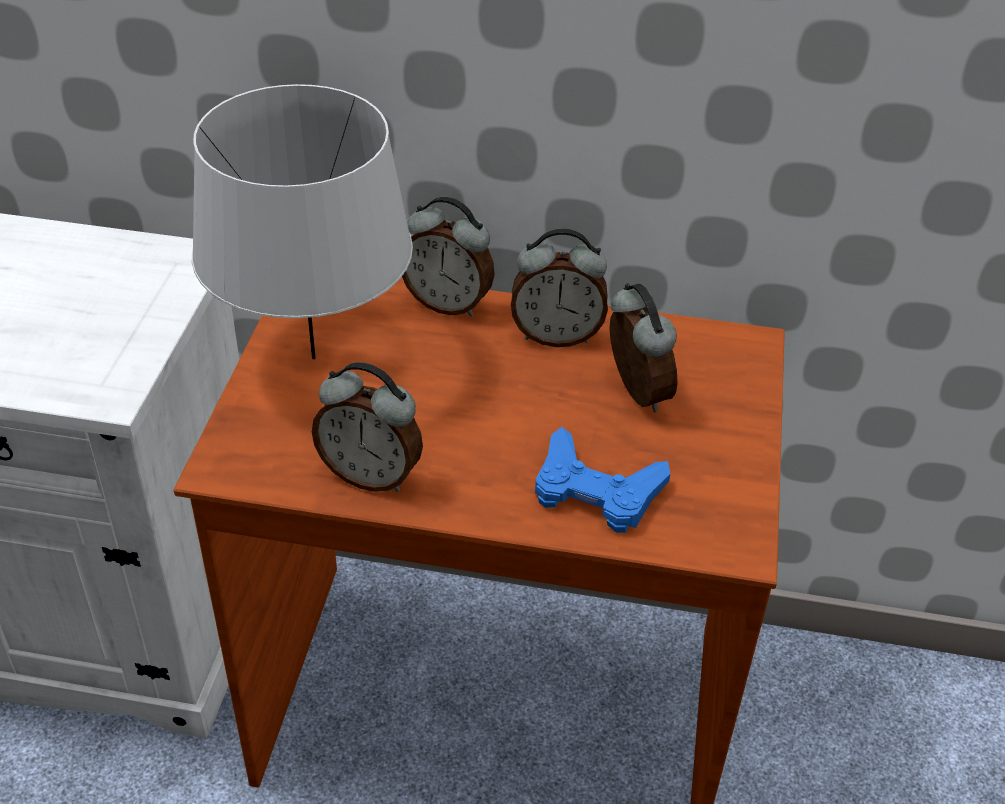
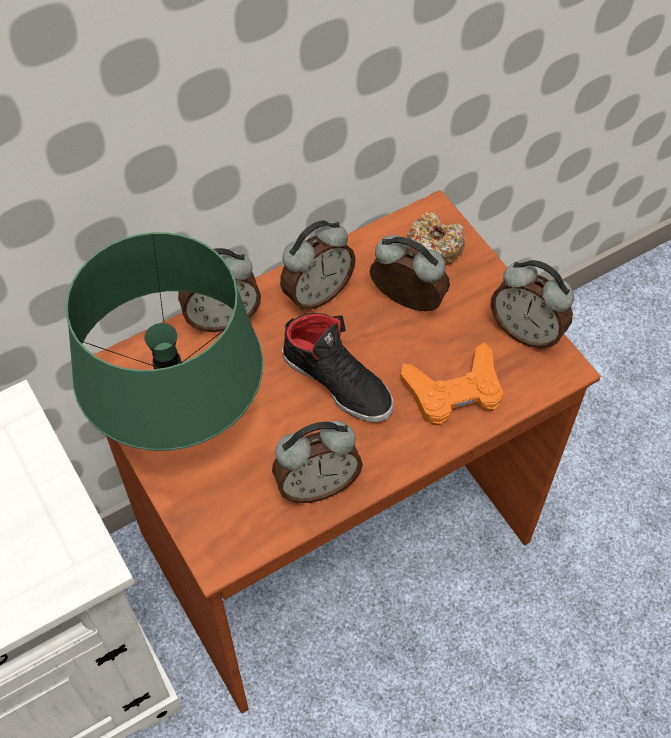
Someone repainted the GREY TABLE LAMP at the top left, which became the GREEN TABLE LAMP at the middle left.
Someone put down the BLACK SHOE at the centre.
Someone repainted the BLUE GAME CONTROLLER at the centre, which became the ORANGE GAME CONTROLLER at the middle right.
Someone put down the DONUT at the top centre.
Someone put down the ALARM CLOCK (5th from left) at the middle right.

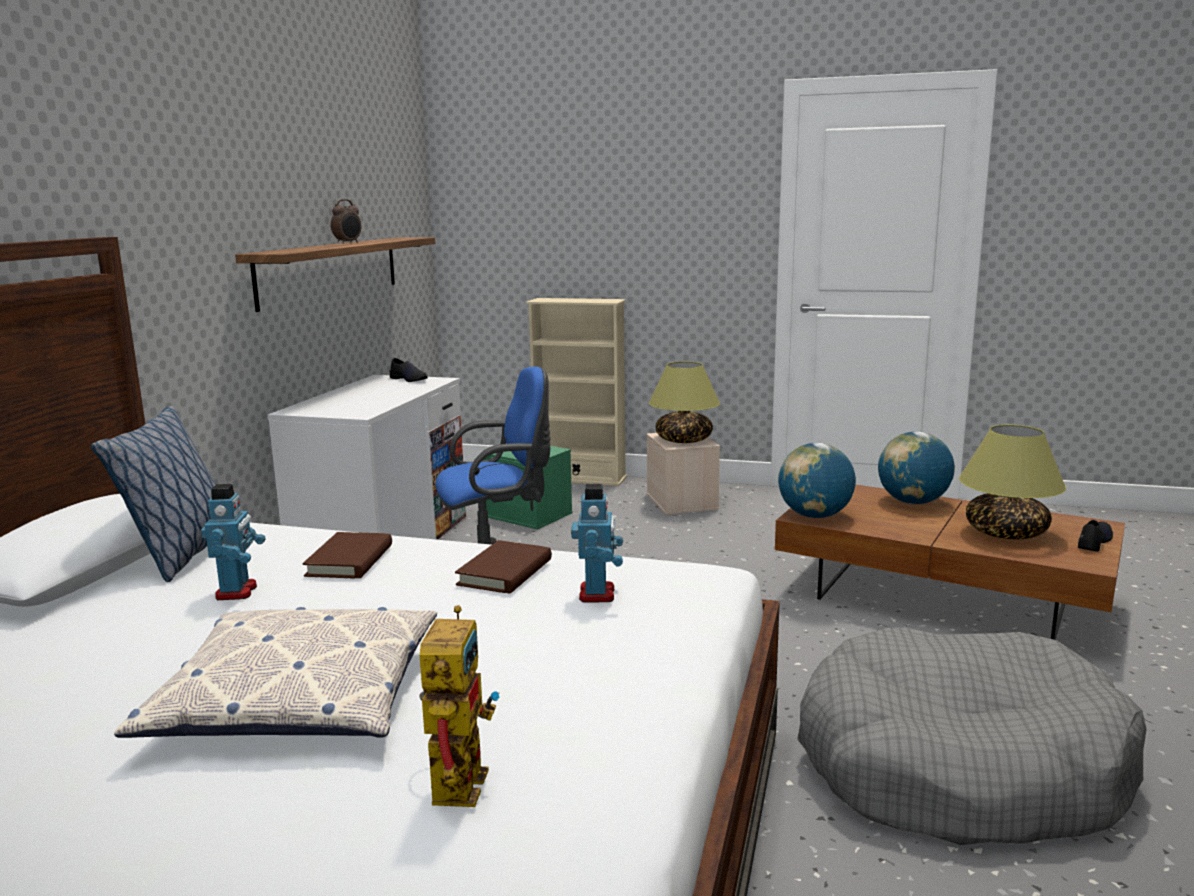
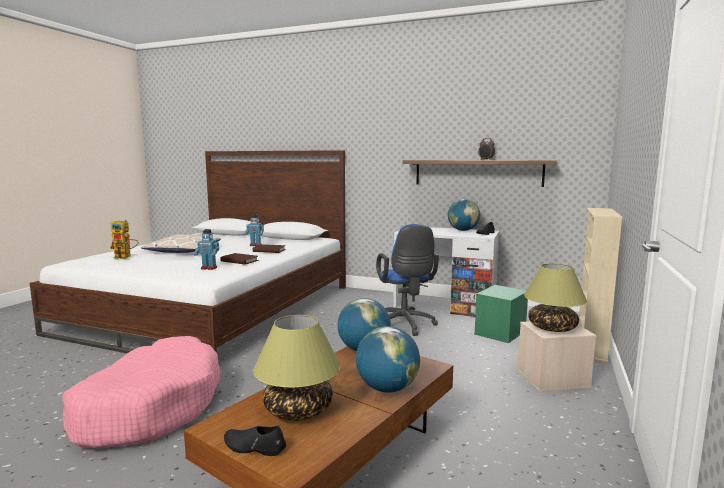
Someone repainted the GREY DOG BED at the bottom right, which became the PINK DOG BED at the bottom left.
Someone rotated the BLACK SHOE (2nd from left in the first image) at the middle right by 150 degrees clockwise.
Someone put down the GLOBE (3rd from left) at the centre.
Someone took away the PILLOW (1st from left) at the middle left.

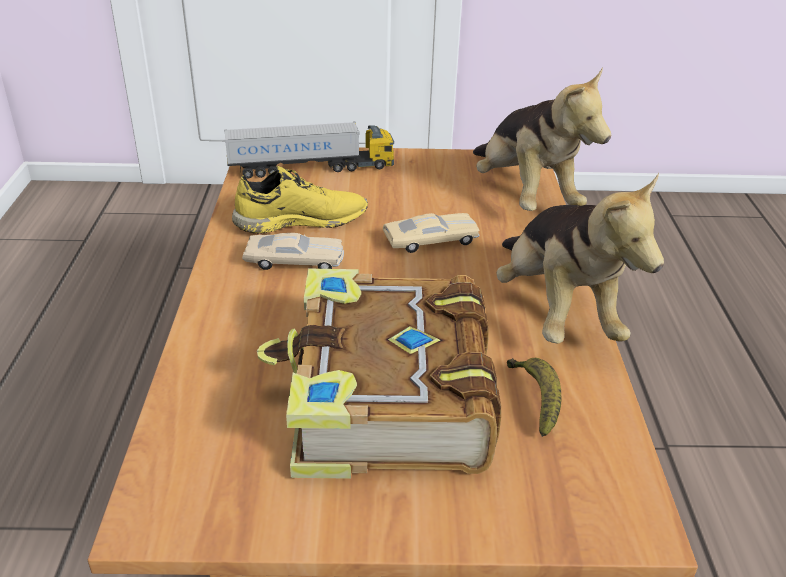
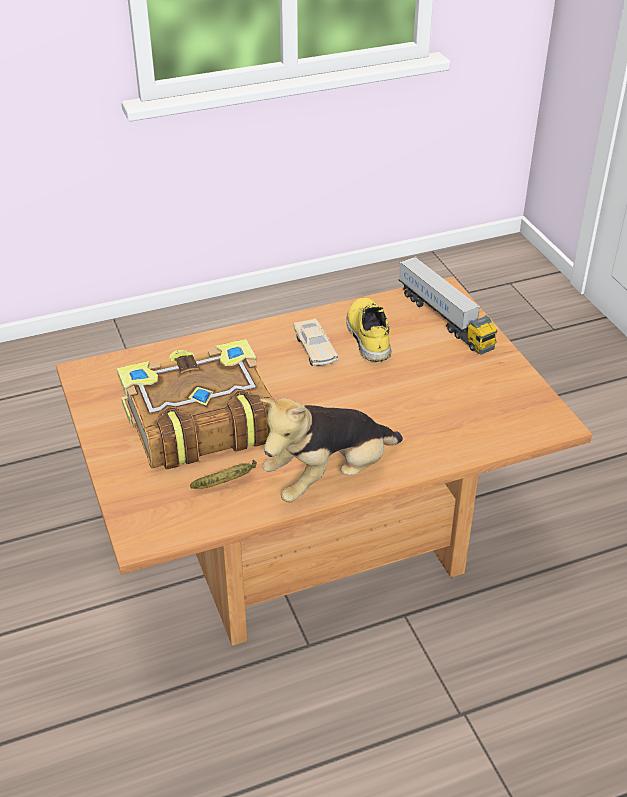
Someone rotated the YELLOW SHOE at the centre by 150 degrees counterclockwise.
Someone took away the BEIGE TOY CAR (2nd from left) at the centre.
Someone took away the PLUSH TOY (1st from left) at the top right.

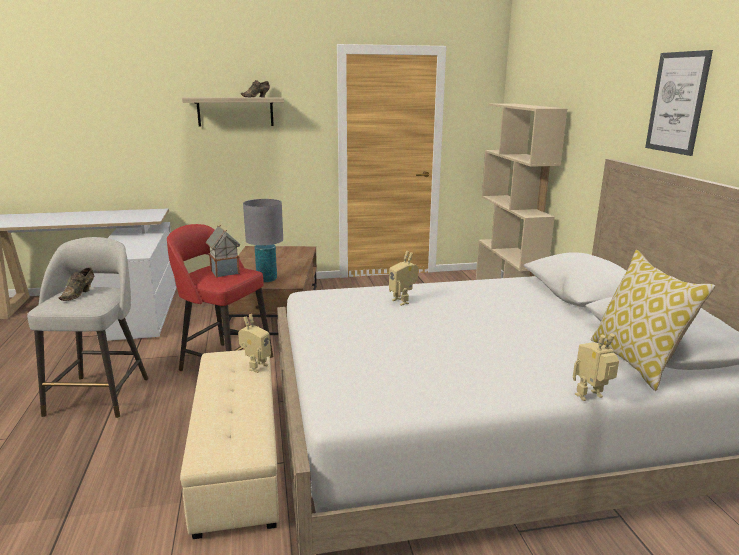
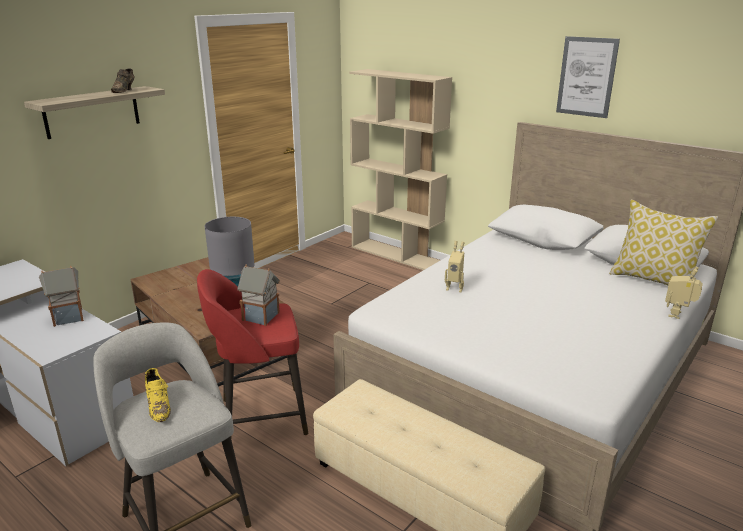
Someone put down the TOY HOUSE (1st from left) at the middle left.
Someone repainted the BROWN SHOE (1st from left) at the middle left, which became the YELLOW SHOE at the bottom left.
Someone took away the TOY ROBOT (1st from left) at the centre.

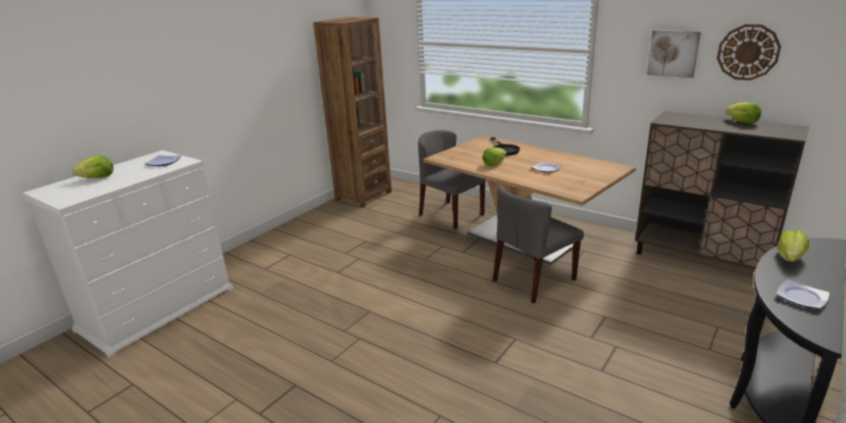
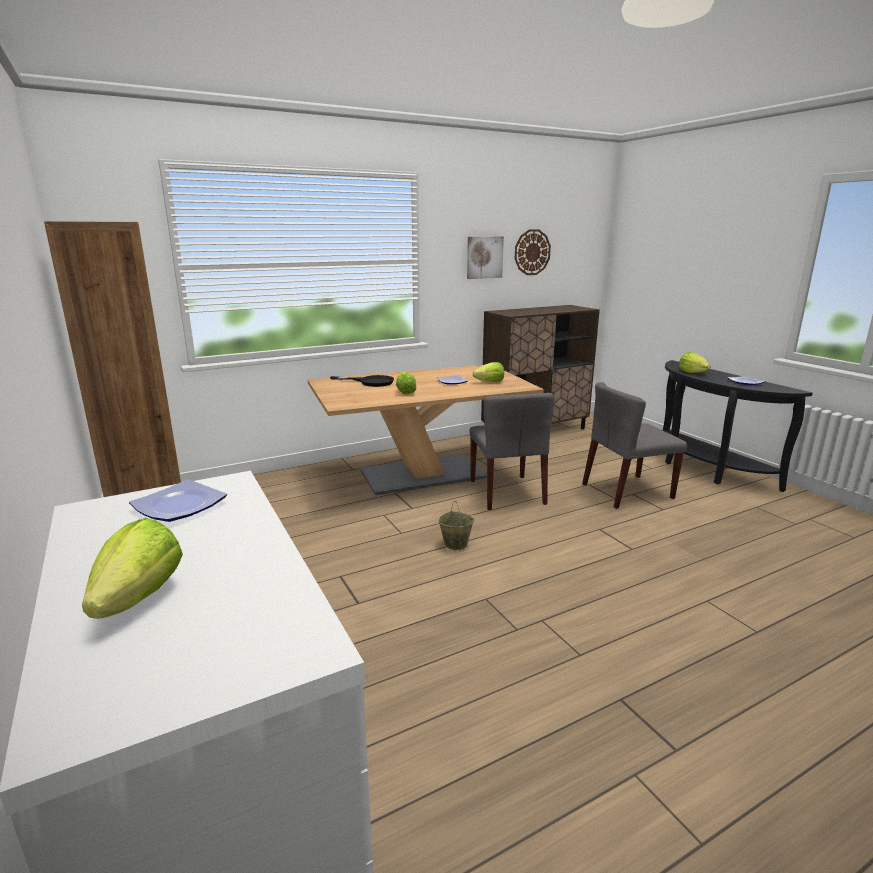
Someone put down the BEIGE BUCKET at the centre.
Someone carried the LETTUCE (3rd from left) from the top right to the centre.
Someone carried the GREY CHAIR (1st from left in the first image) from the centre to the middle right.

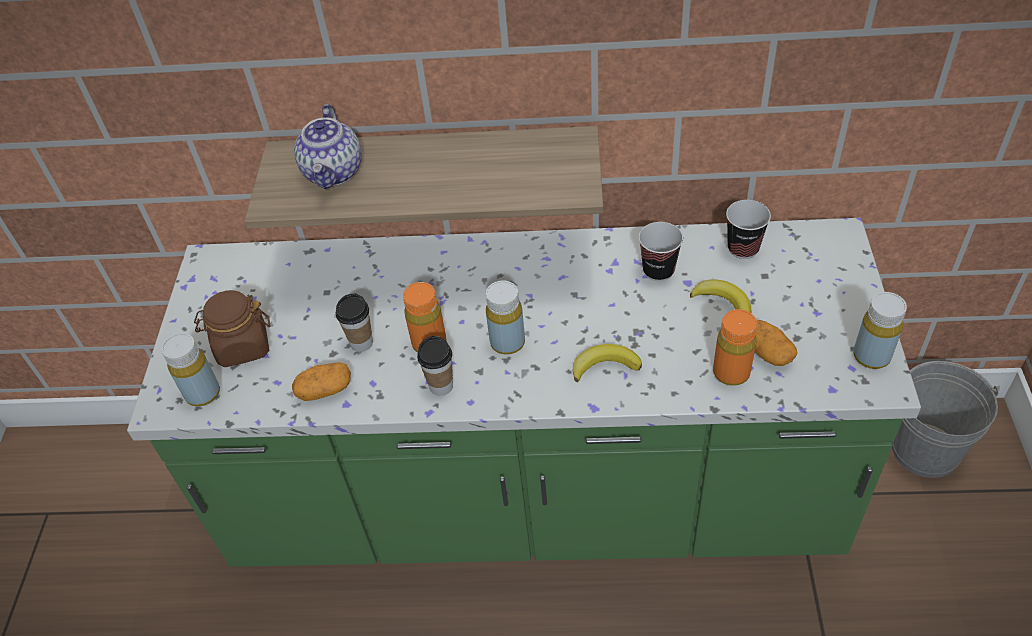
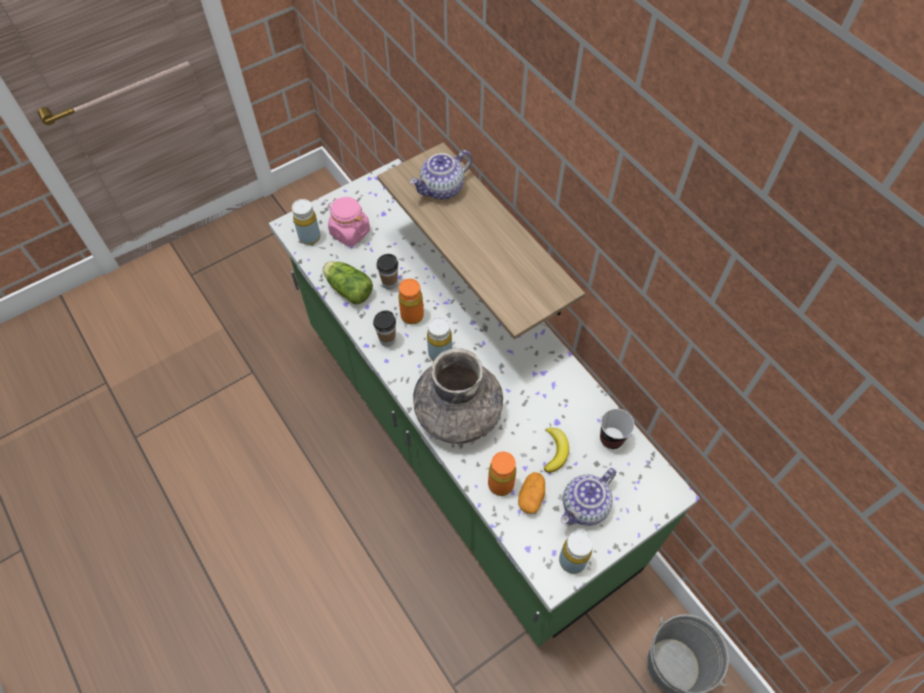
Someone swapped the POTATO (1st from left) at the middle left for the LETTUCE at the centre.
Someone repainted the BROWN JAR at the middle left, which became the PINK JAR at the top centre.
Someone swapped the BANANA (1st from left) at the centre for the GREY VASE at the centre.
Someone put down the TEAPOT (2nd from left) at the bottom centre.
Someone took away the CUP (3rd from left) at the centre.

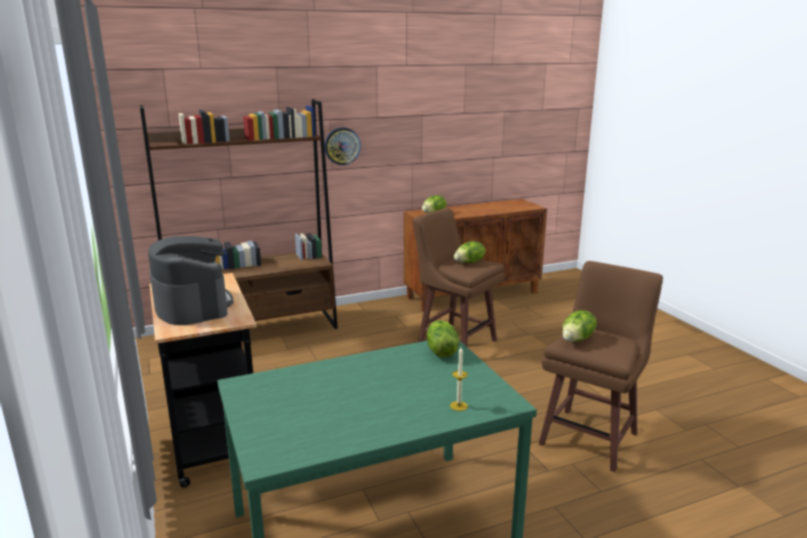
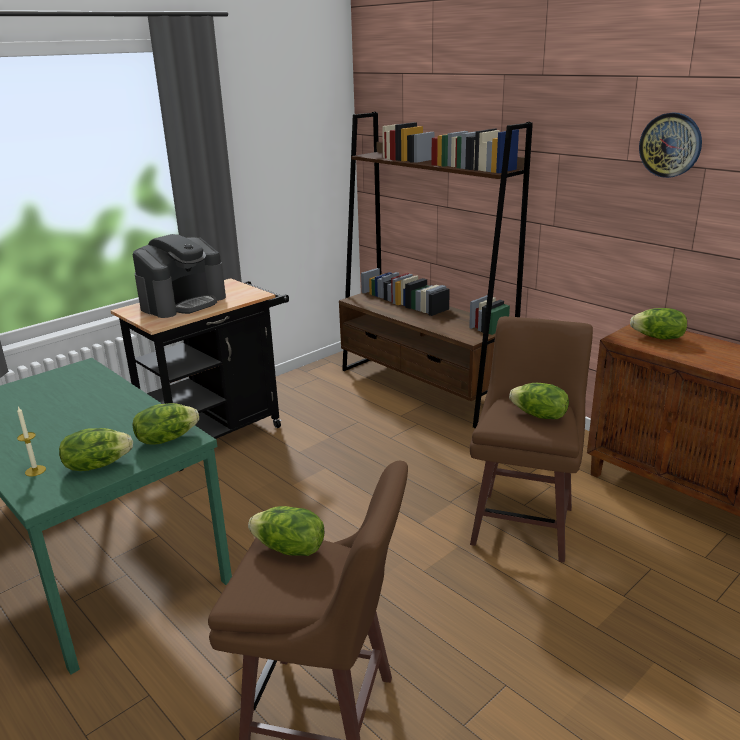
Someone put down the LETTUCE (1st from left) at the middle left.
Someone carried the WALL CLOCK from the top centre to the top right.

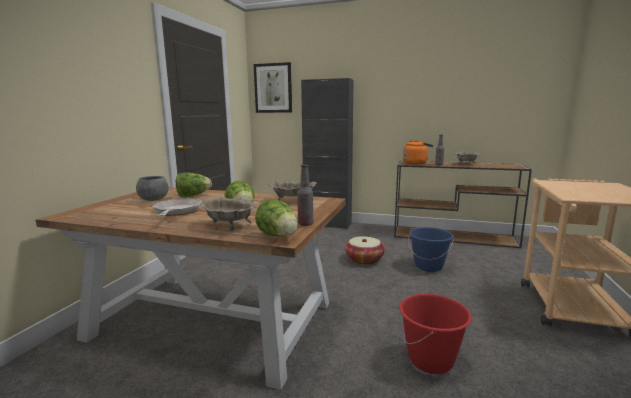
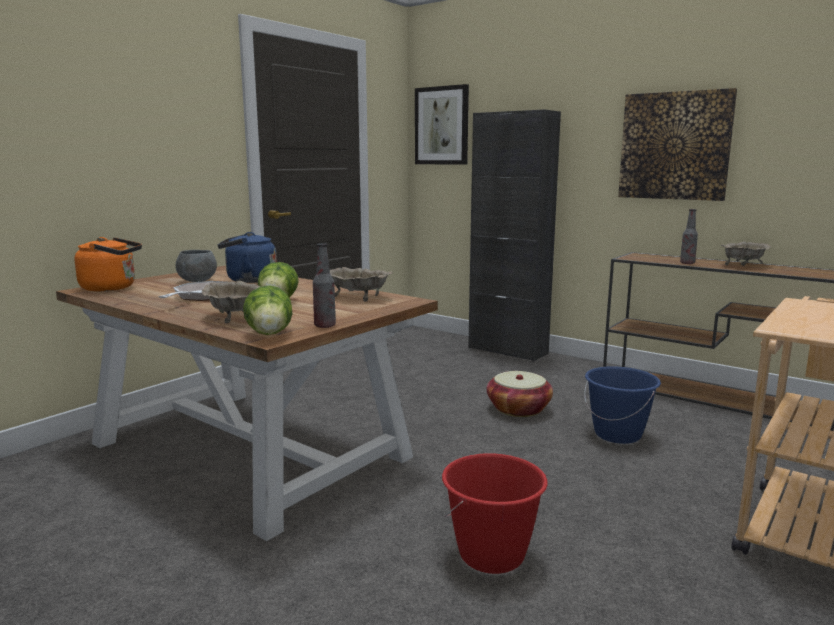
Someone carried the ORANGE KETTLE from the centre to the middle left.
Someone swapped the LETTUCE (1st from left) at the middle left for the BLUE KETTLE at the middle left.
Someone put up the PICTURE (2nd from left) at the top right.

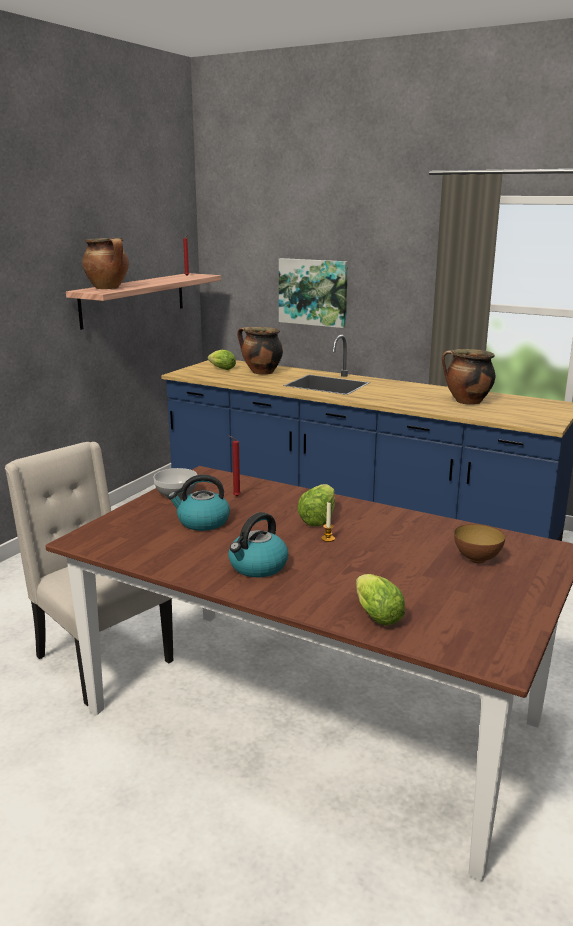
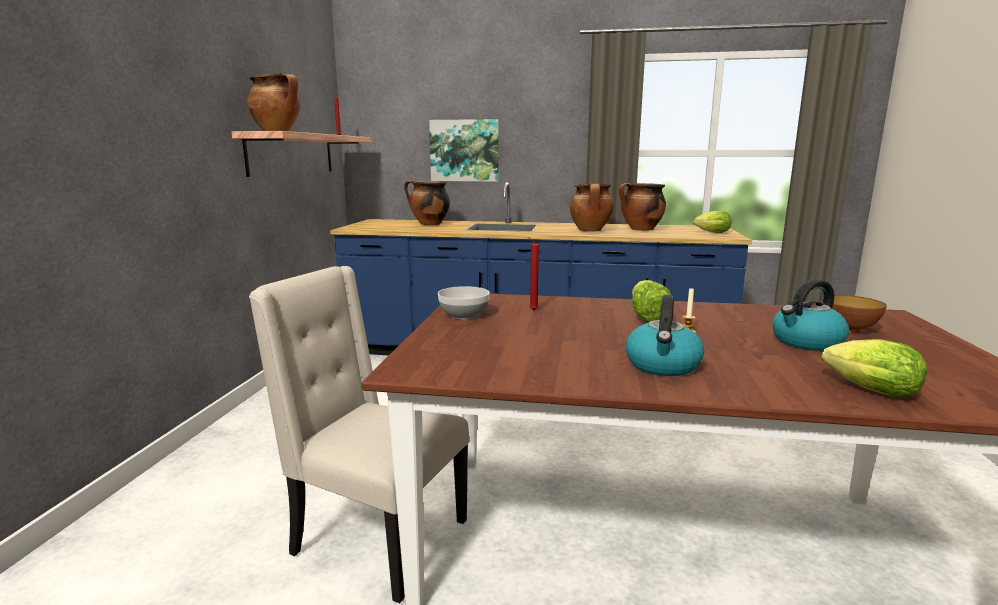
Someone put down the COOKING POT (3rd from left) at the centre.
Someone carried the LETTUCE (1st from left in the first image) from the centre to the middle right.
Someone carried the KETTLE (1st from left in the first image) from the centre to the middle right.

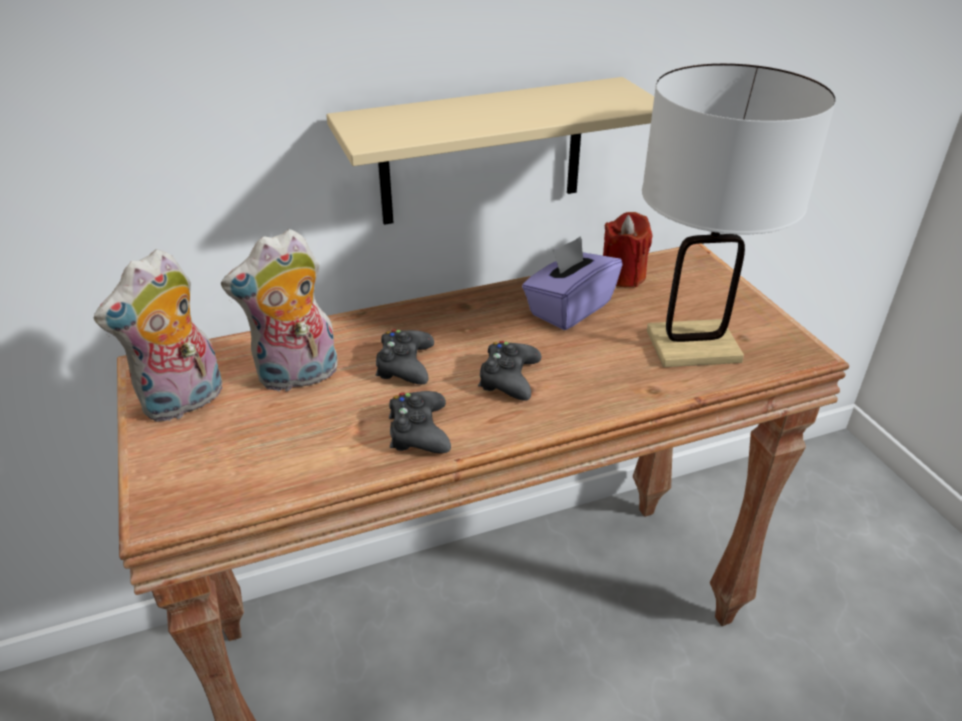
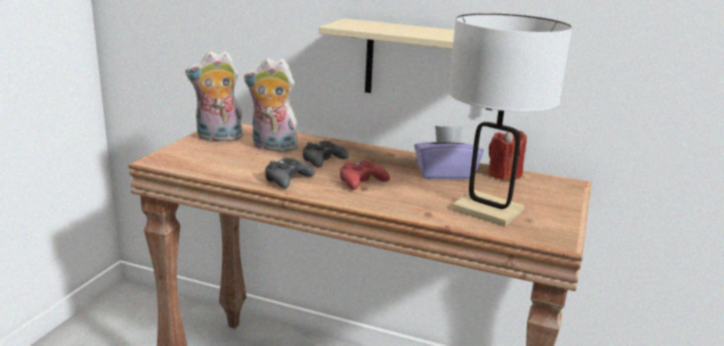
Someone repainted the BLACK GAME CONTROLLER (3rd from left) at the centre, which became the RED GAME CONTROLLER at the centre.

